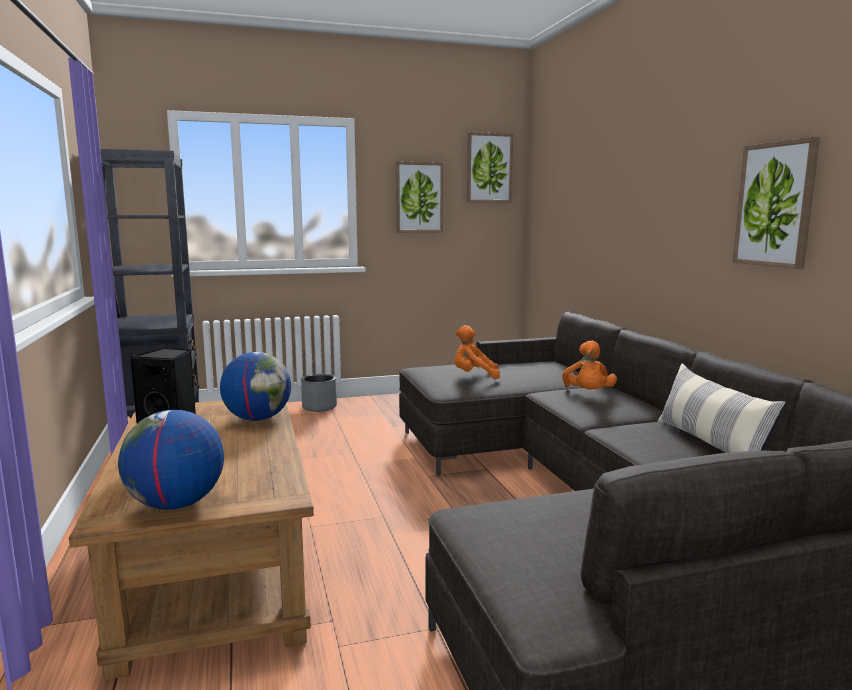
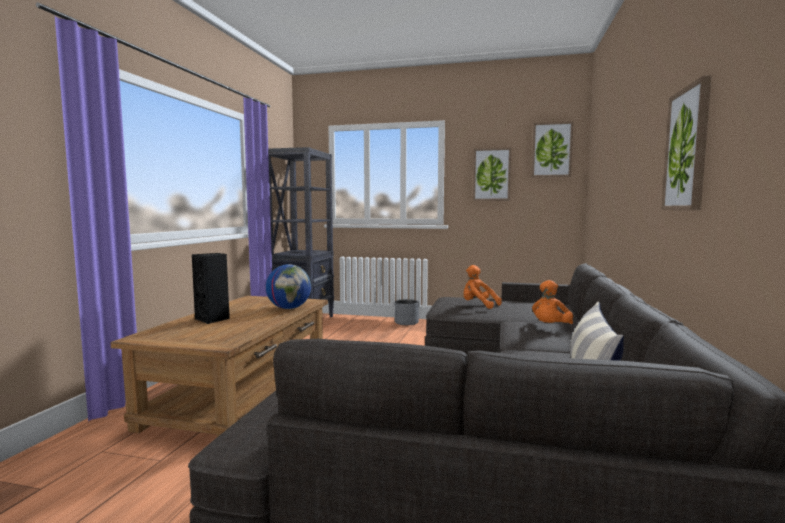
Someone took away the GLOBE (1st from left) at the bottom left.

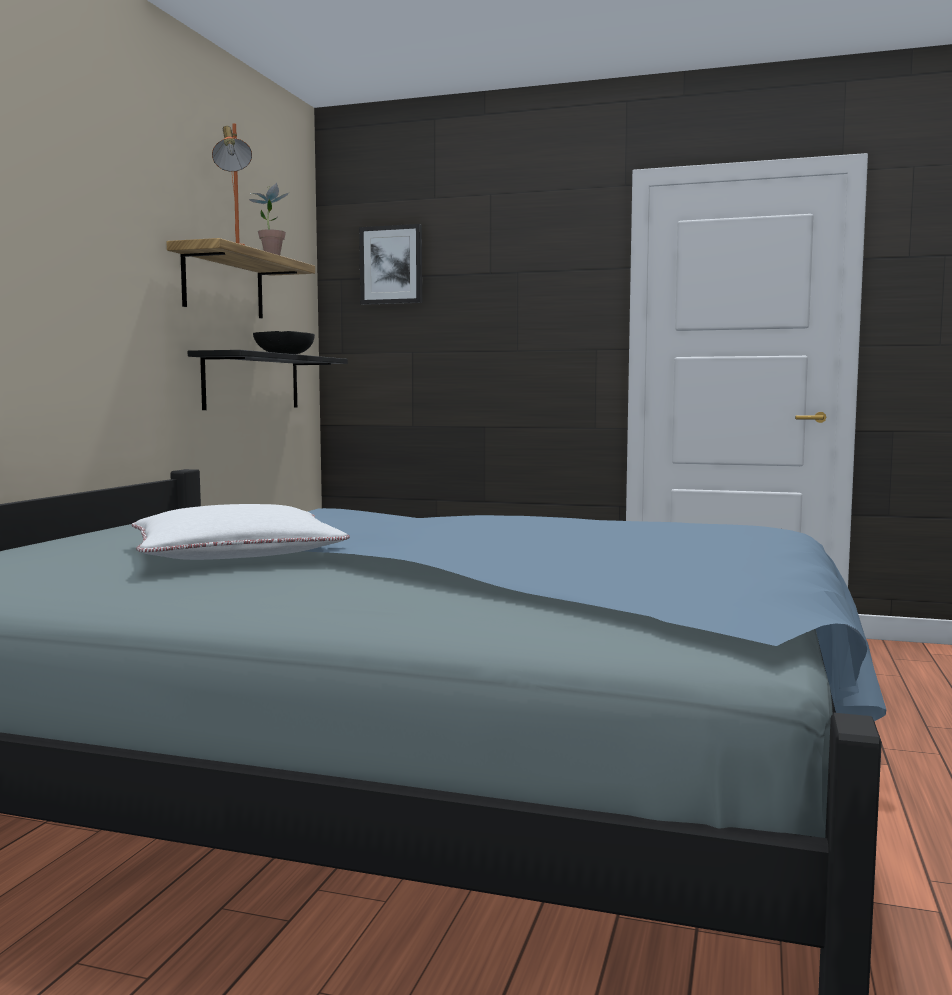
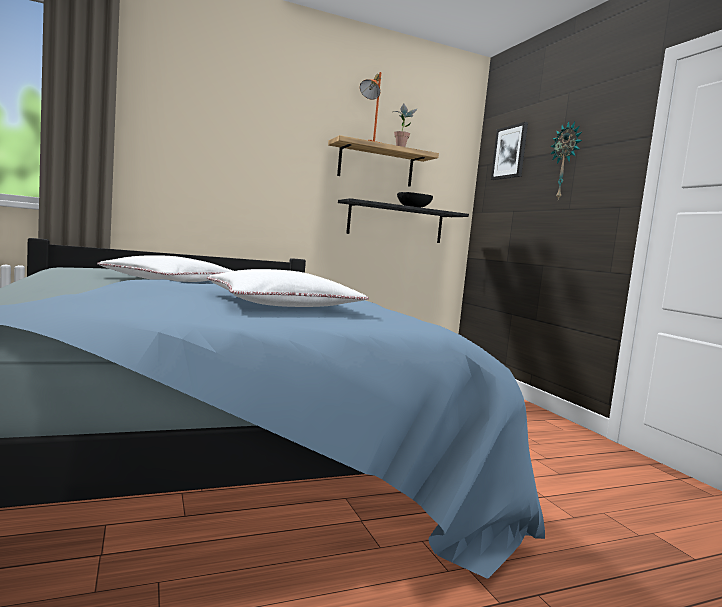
Someone put down the WHITE PILLOW (2nd from left) at the centre.
Someone put up the WALL CLOCK at the top right.

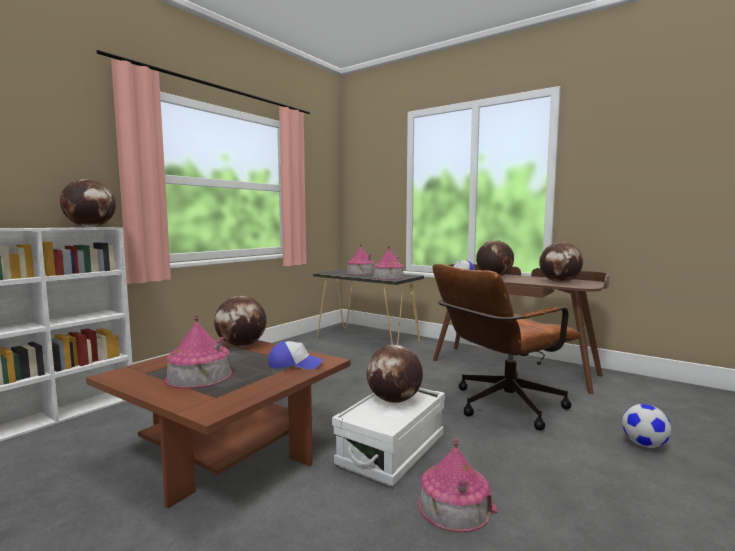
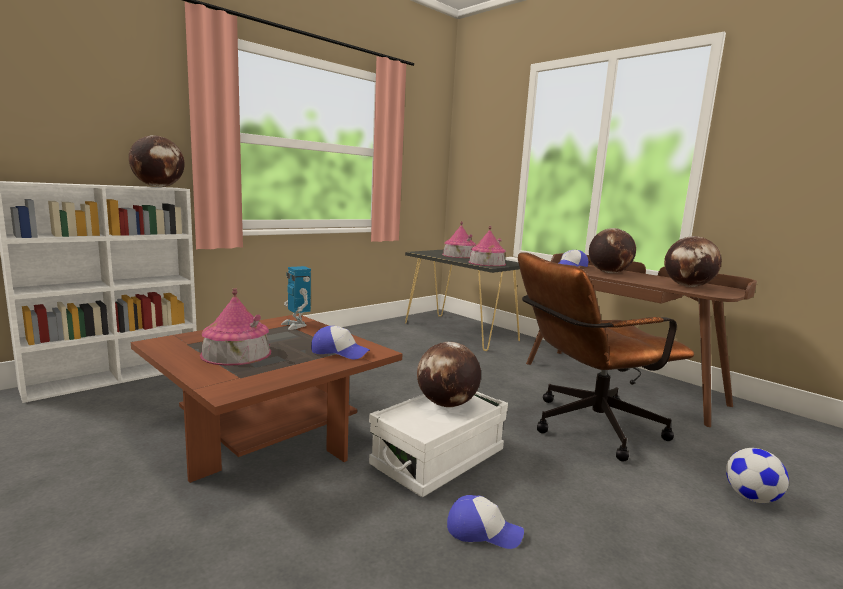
Someone swapped the GLOBE (2nd from left) at the middle left for the TOY ROBOT at the centre.
Someone swapped the TOY HOUSE (4th from left) at the bottom centre for the CAP (2nd from left) at the bottom centre.

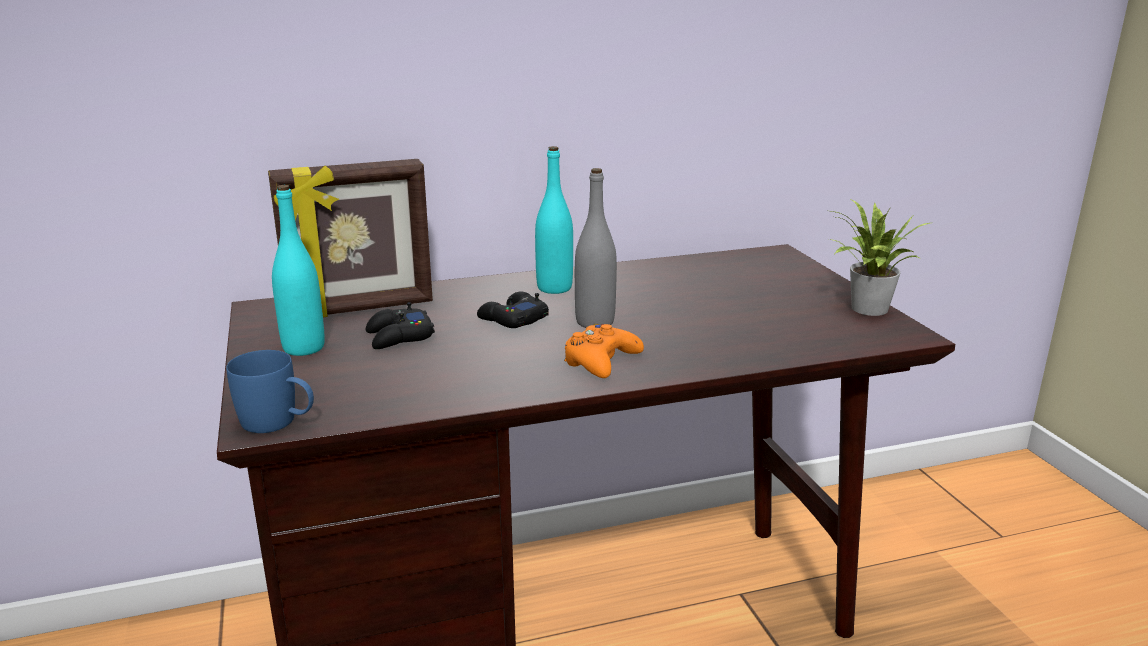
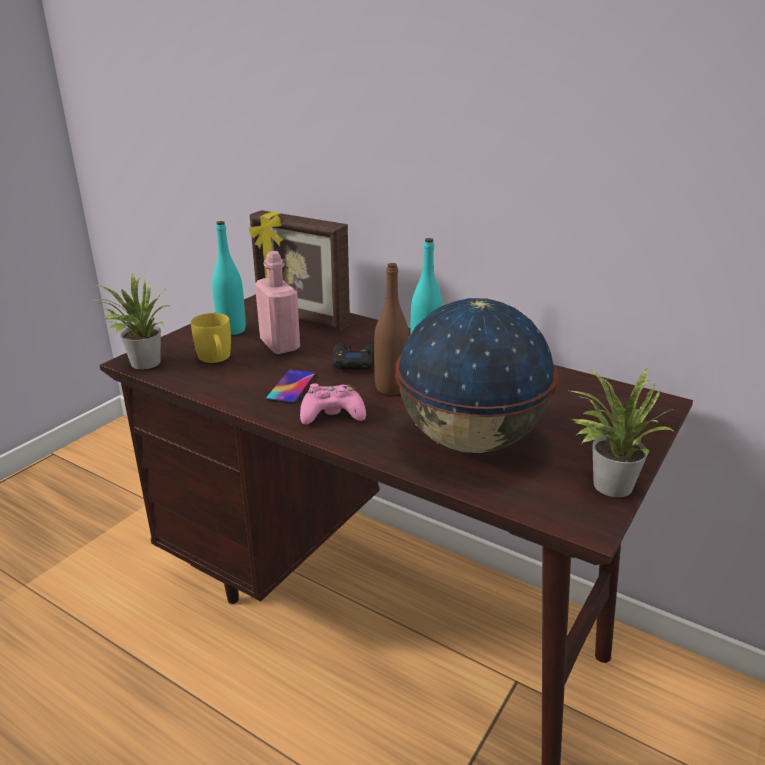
Someone swapped the BLUE MUG at the middle left for the POTTED PLANT (1st from left) at the middle left.
Someone put down the YELLOW MUG at the middle left.
Someone swapped the BLACK GAME CONTROLLER (1st from left) at the centre for the PINK BOTTLE at the centre.
Someone put down the PHONE at the centre.
Someone repainted the ORANGE GAME CONTROLLER at the centre, which became the PINK GAME CONTROLLER at the centre.
Someone repainted the GREY BOTTLE at the centre, which became the BROWN BOTTLE at the centre.
Someone put down the GLOBE at the centre.

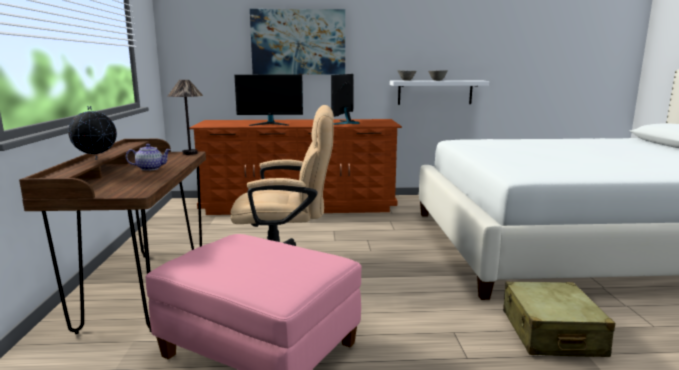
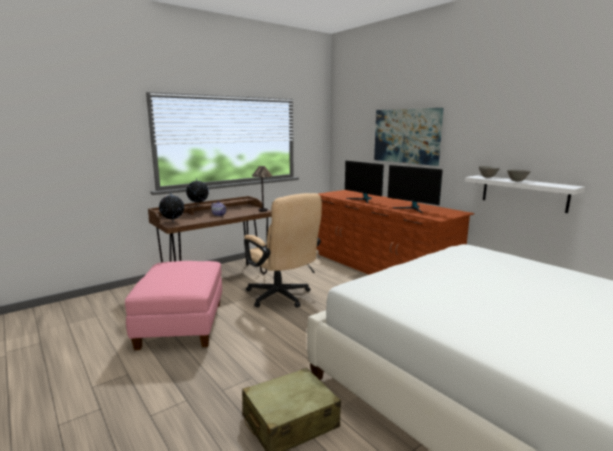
Someone put down the GLOBE (1st from left) at the middle left.
Someone rotated the MONITOR (2nd from left) at the top centre by 120 degrees counterclockwise.

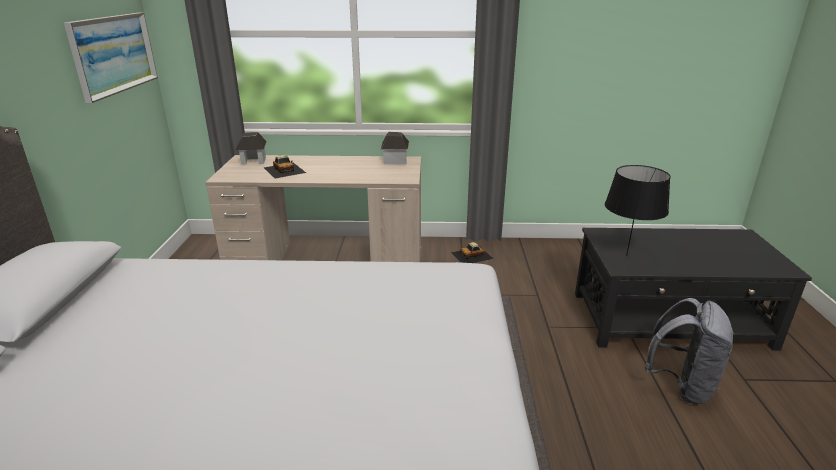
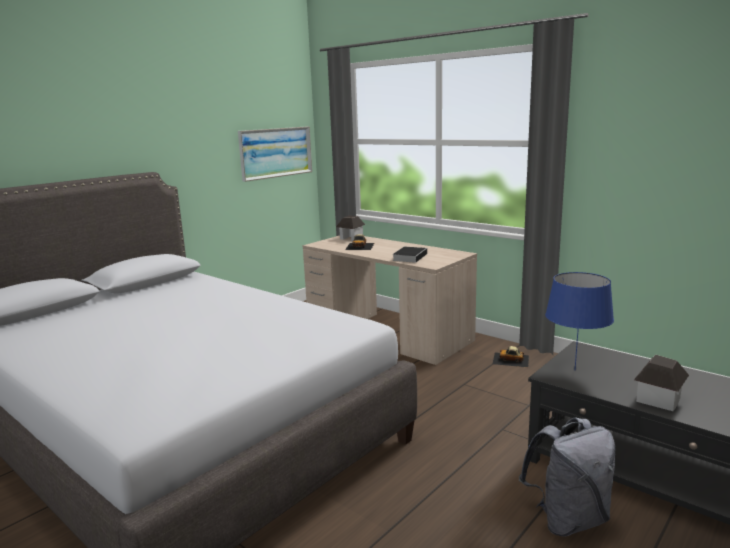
Someone put down the BOOK at the centre.
Someone repainted the BLACK TABLE LAMP at the middle right, which became the BLUE TABLE LAMP at the middle right.
Someone carried the TOY HOUSE (2nd from left) from the top centre to the bottom right.

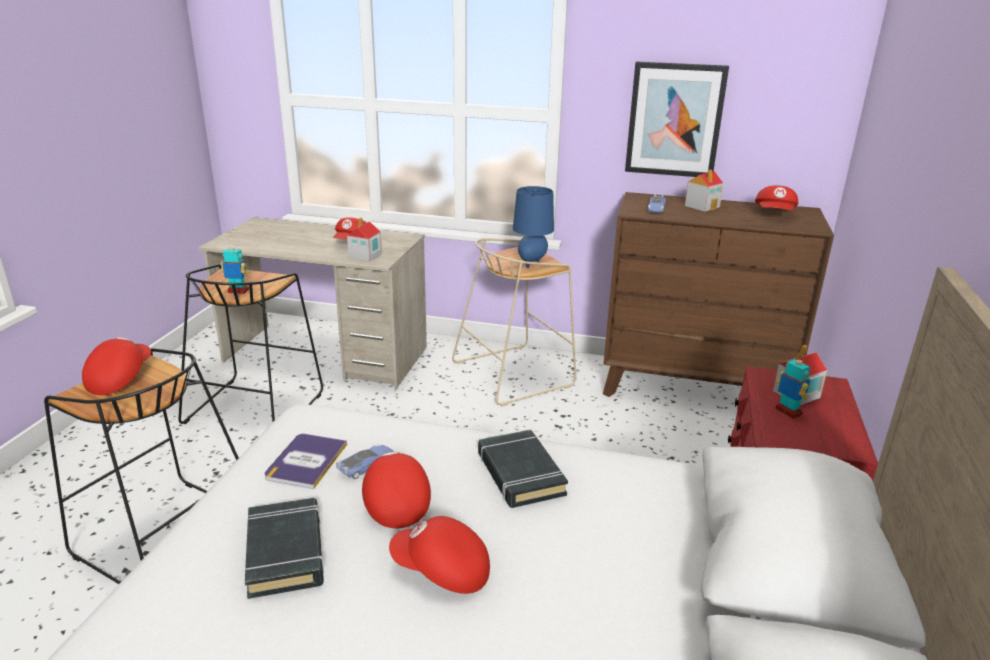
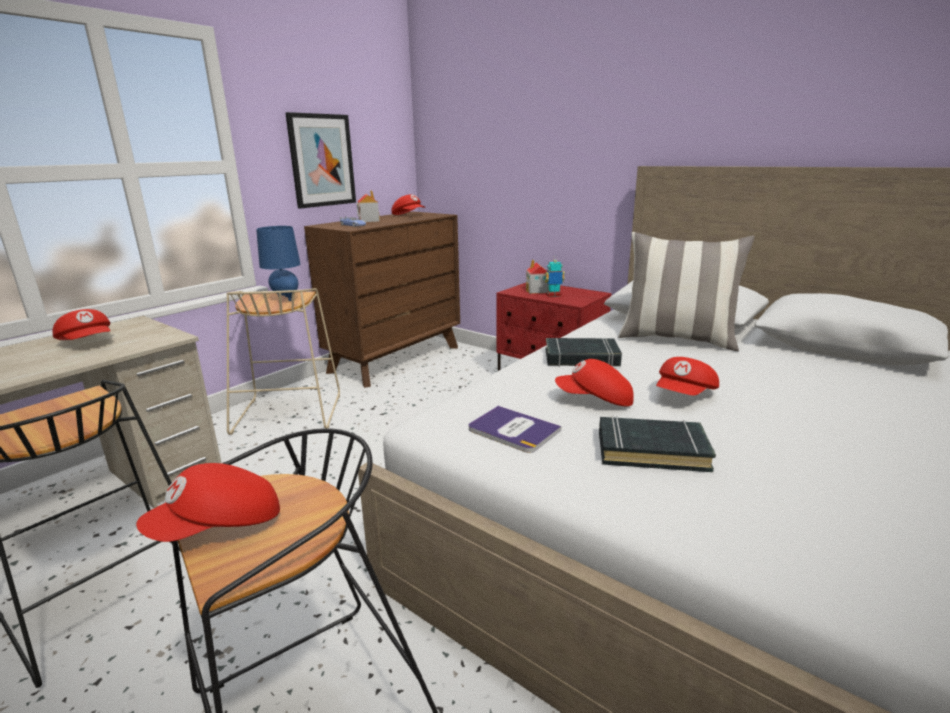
Someone rotated the RED CAP (1st from left in the first image) at the middle left by 75 degrees counterclockwise.
Someone put down the PILLOW at the middle right.
Someone took away the TOY ROBOT (1st from left) at the middle left.
Someone took away the TOY CAR (1st from left) at the bottom centre.
Someone took away the TOY HOUSE (1st from left) at the centre.

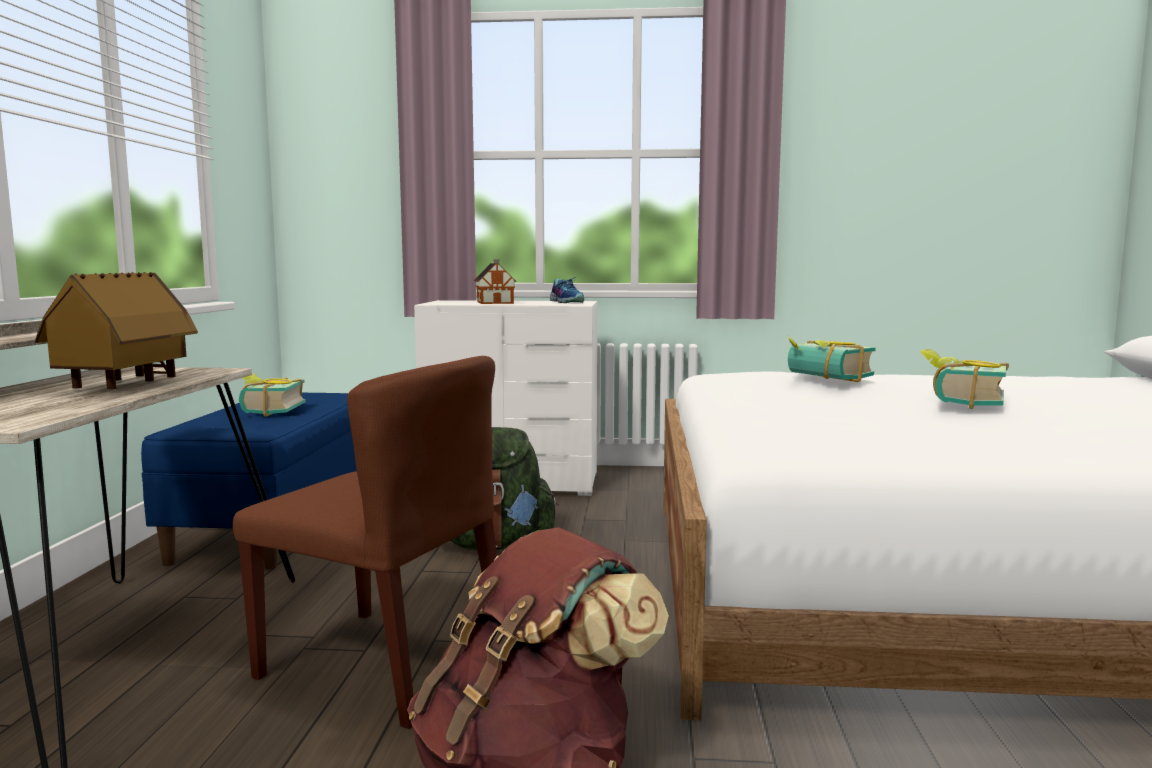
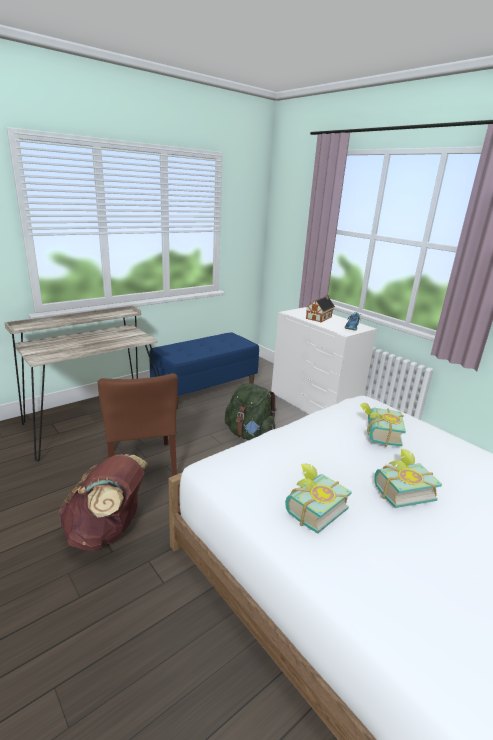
Someone carried the BOOK (1st from left) from the middle left to the bottom centre.
Someone took away the TOY HOUSE (1st from left) at the middle left.

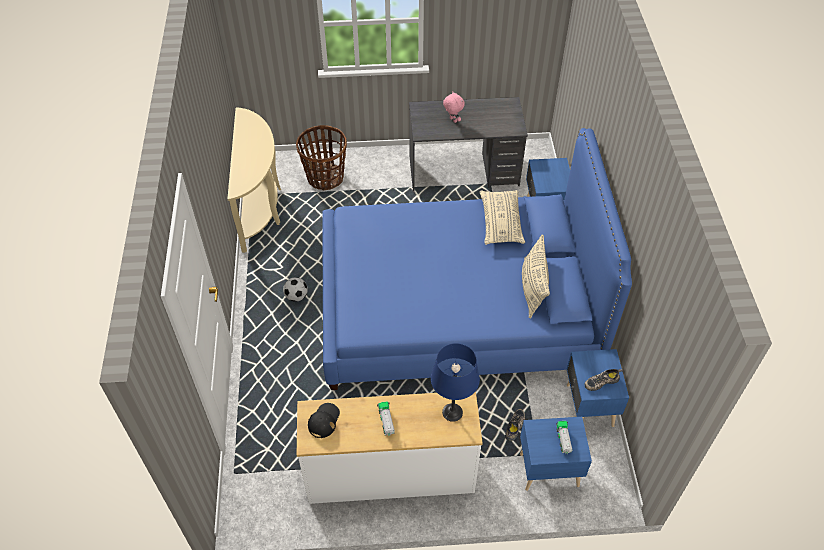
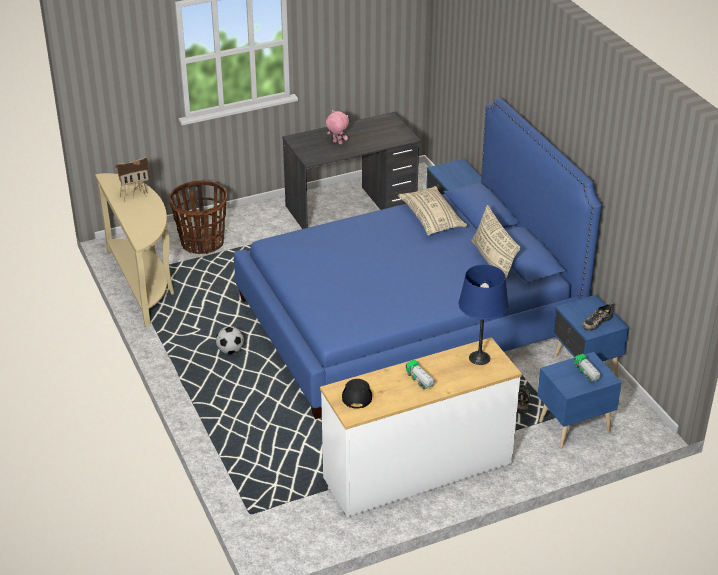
Someone put down the TOY HOUSE at the top left.

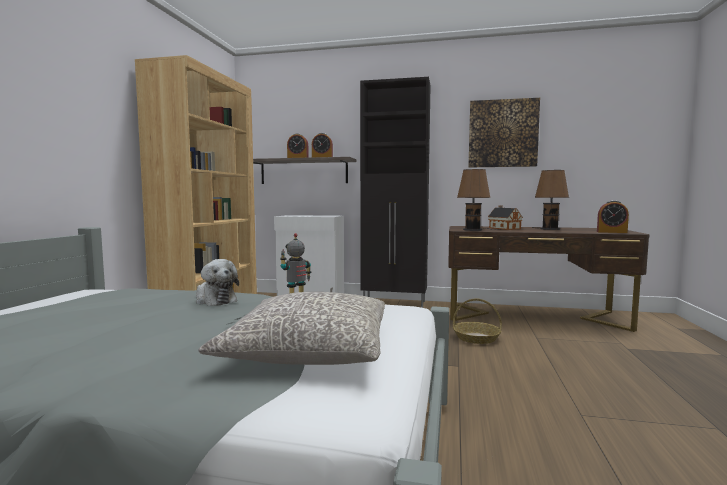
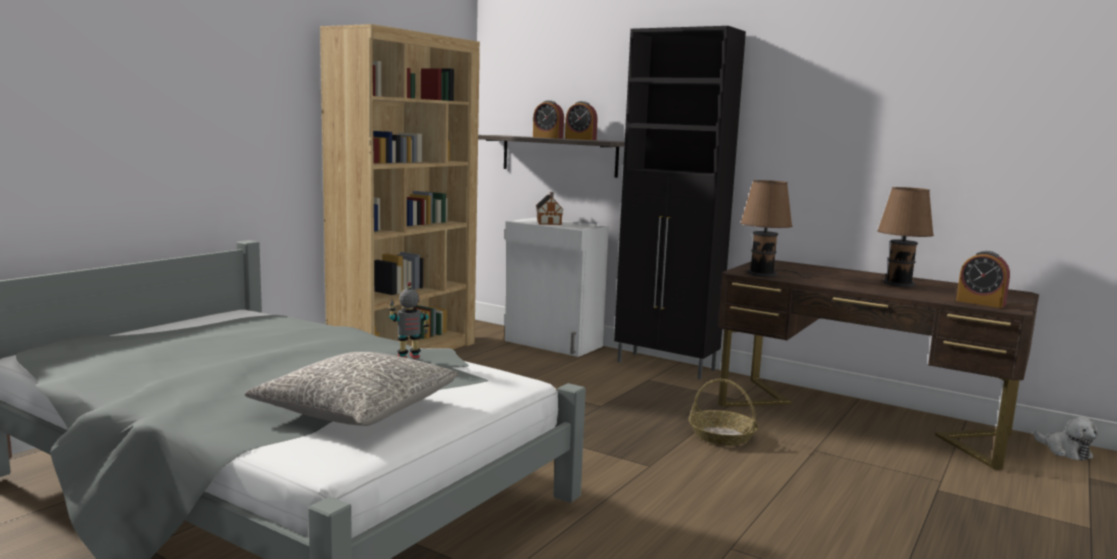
Someone carried the TOY HOUSE from the middle right to the centre.
Someone carried the PLUSH TOY from the middle left to the bottom right.
Someone took away the PICTURE at the top right.

